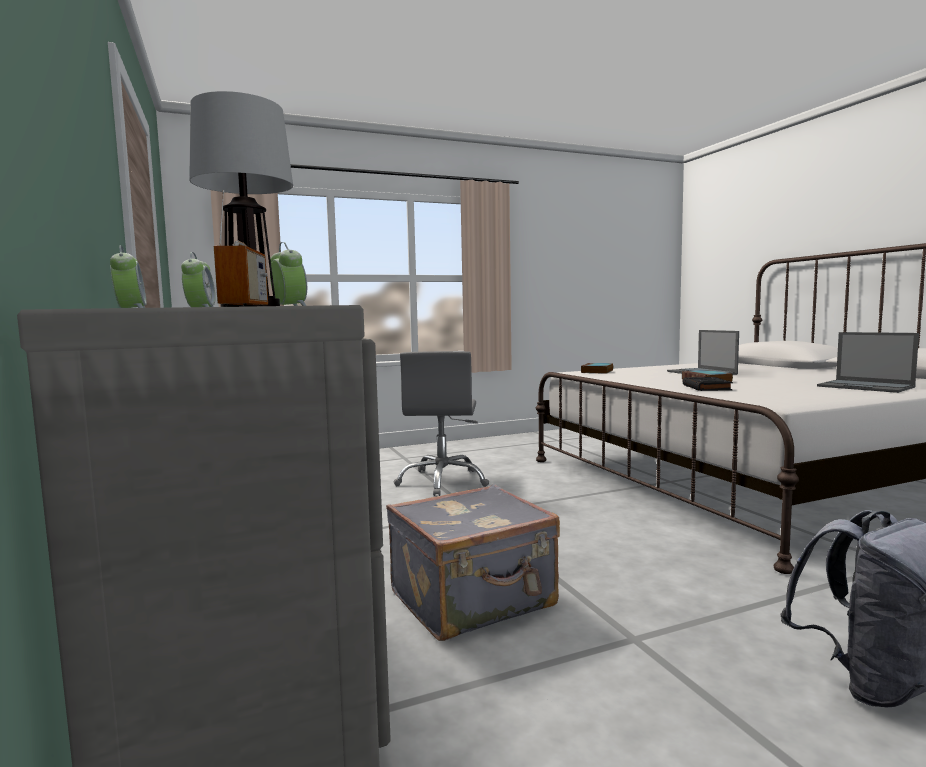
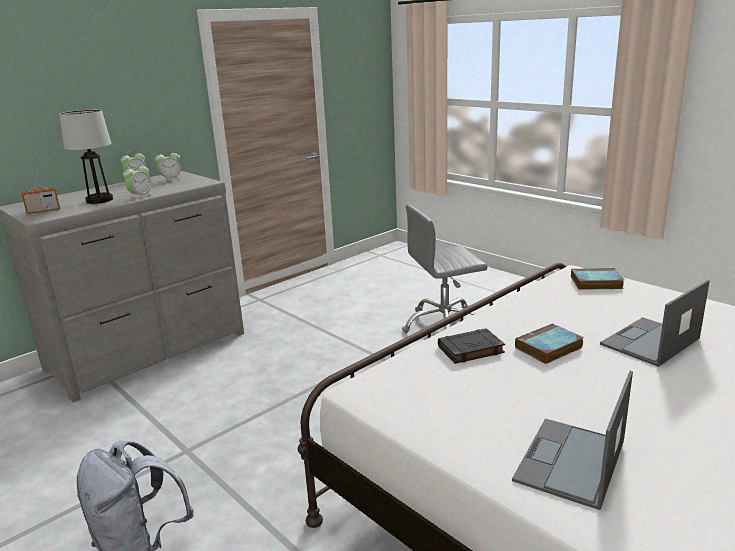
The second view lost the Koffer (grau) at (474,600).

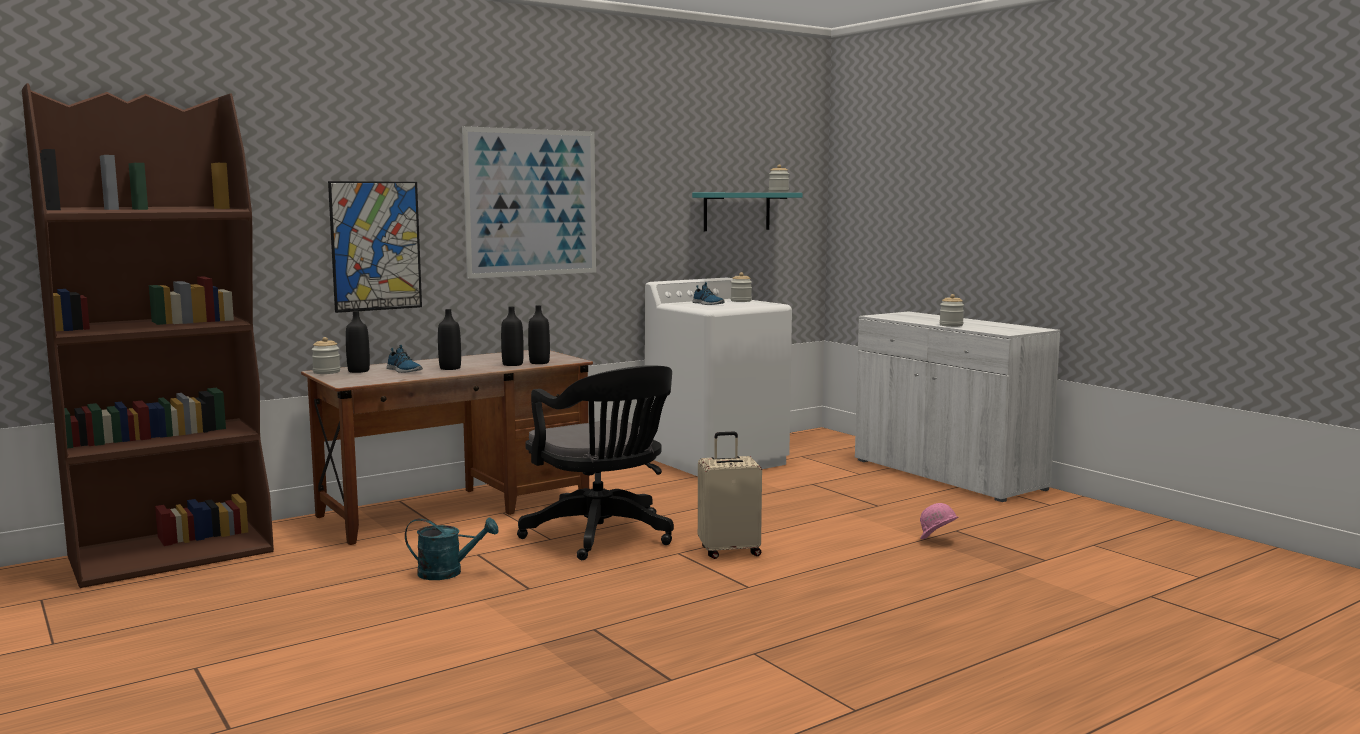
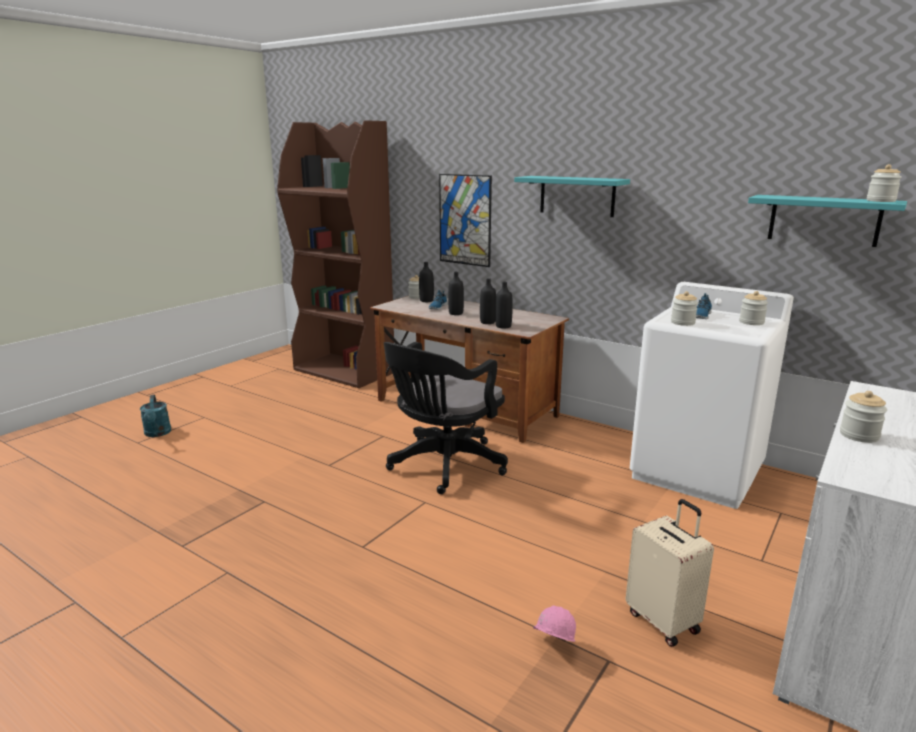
The Gießkanne (türkis) ended up elsewhere, having gone from (448,573) to (157,433).
Where the Bild hung at (531,203), the Wandregal (türkis) came to hang at (577,196).
The Koffer (beige) ended up elsewhere, having gone from (729,551) to (664,621).
The second view gained the Vorratsglas at (682,322).

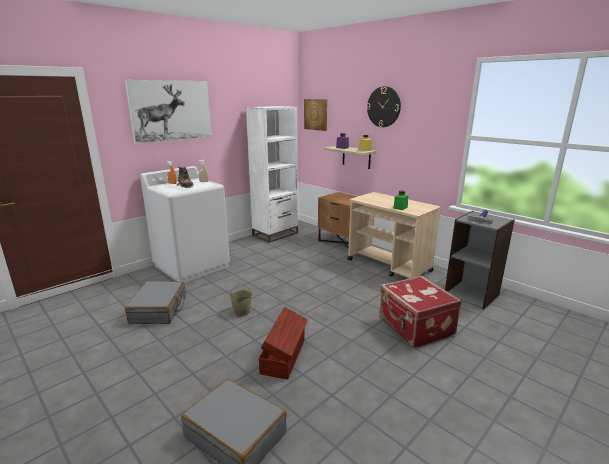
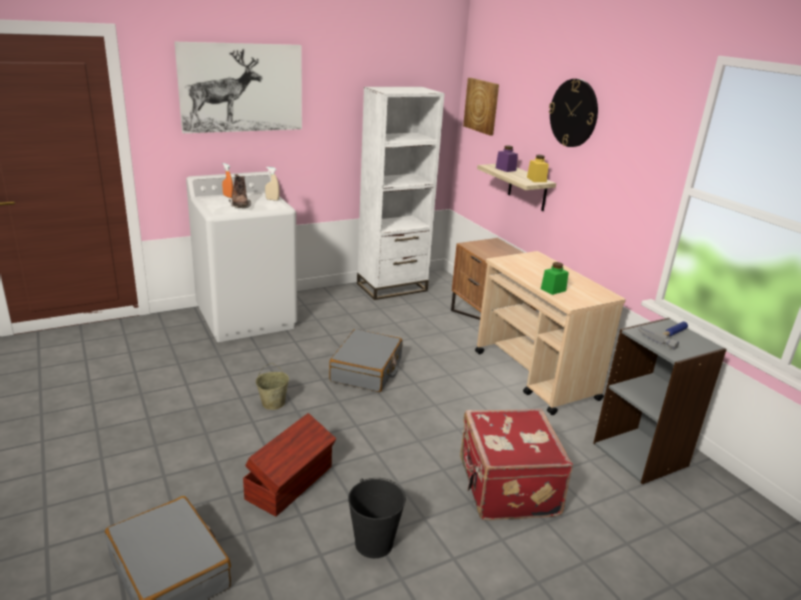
The Koffer (grau) ended up elsewhere, having gone from (159,310) to (367,370).
The second view gained the Eimer (schwarz) at (373,543).

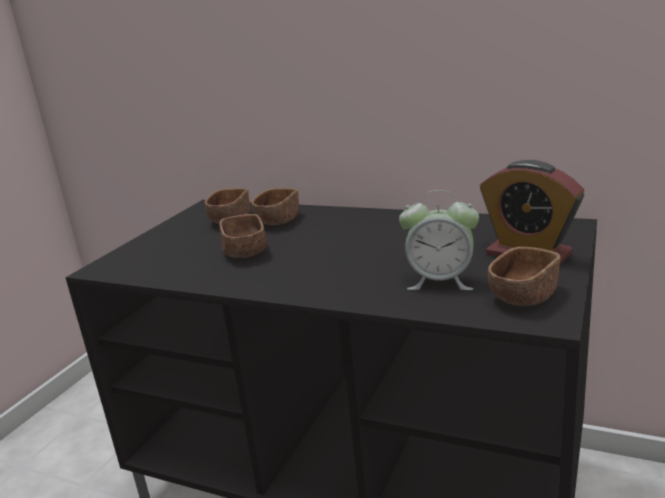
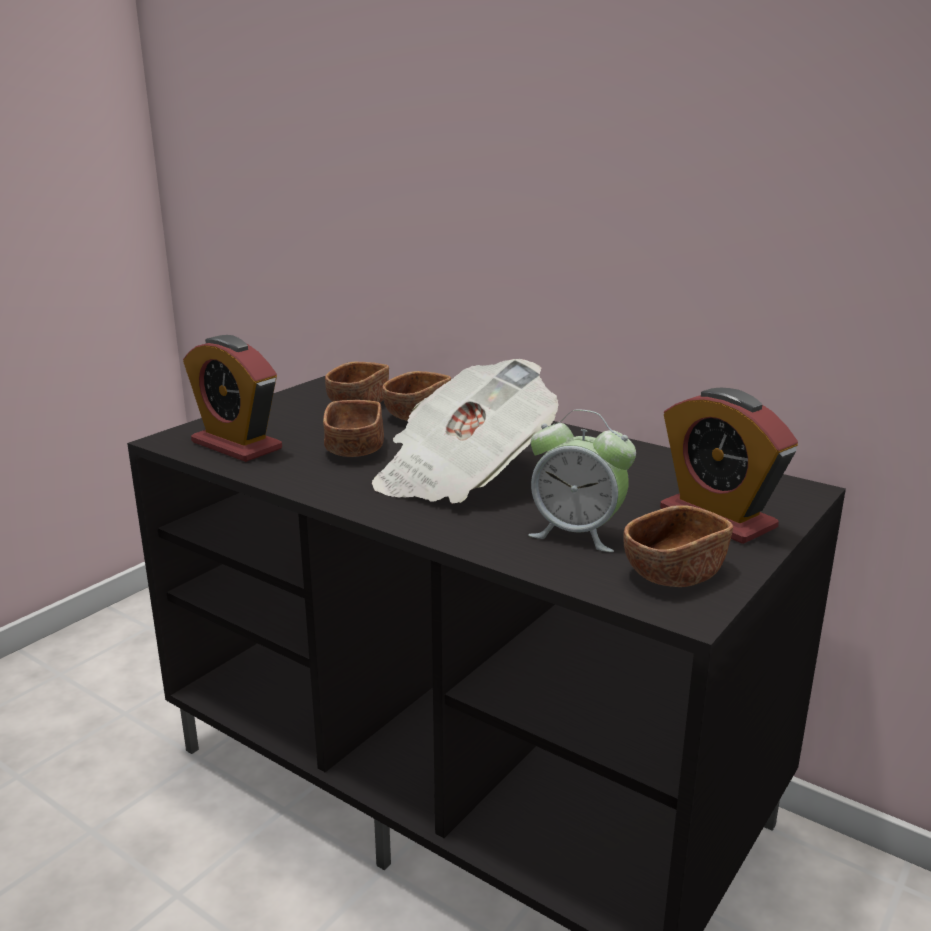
The second view gained the Wecker at (236,445).
The second view gained the Zeitung at (461,476).

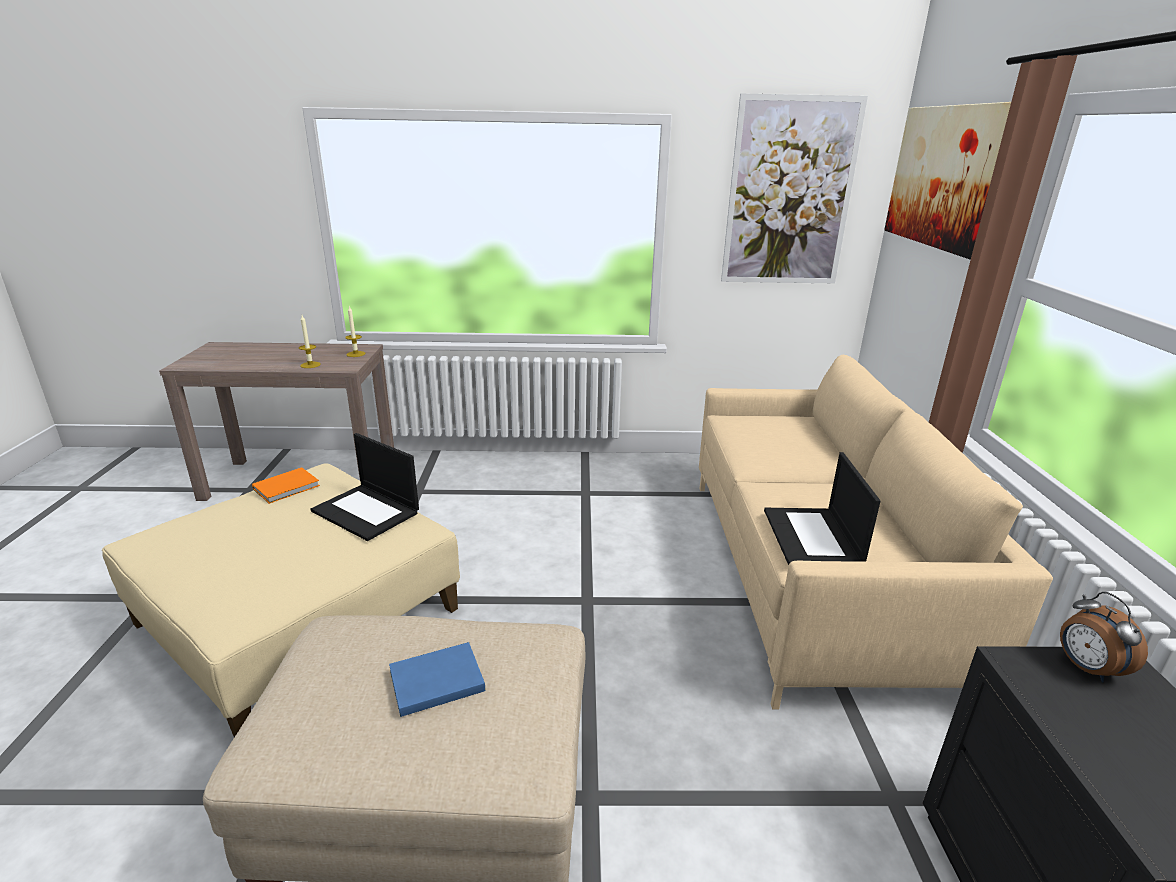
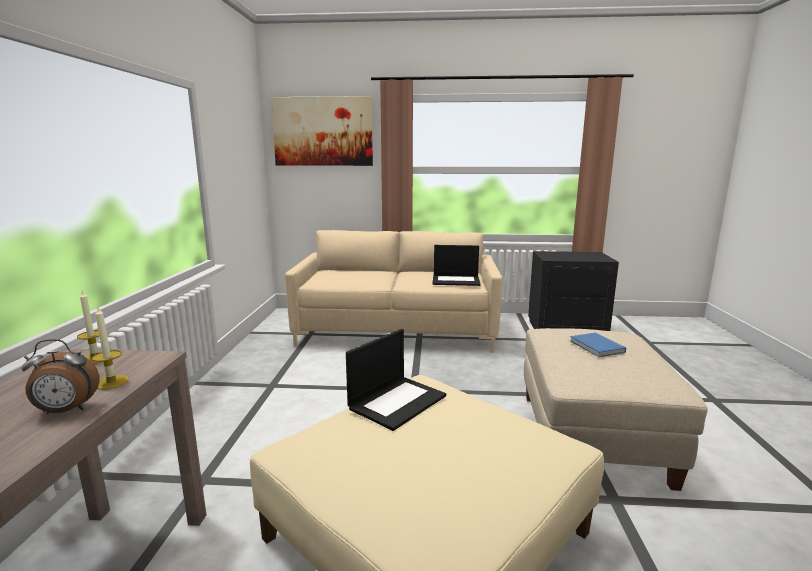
The second view lost the Buch (orange) at (288,487).
The second view lost the Bild at (789,193).
The Wecker ended up elsewhere, having gone from (1086,668) to (66,411).

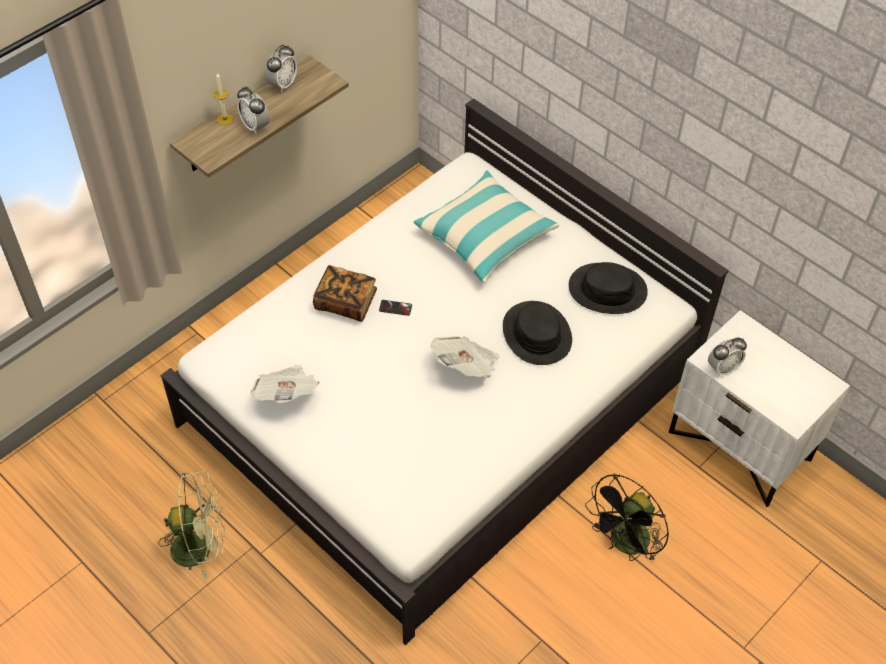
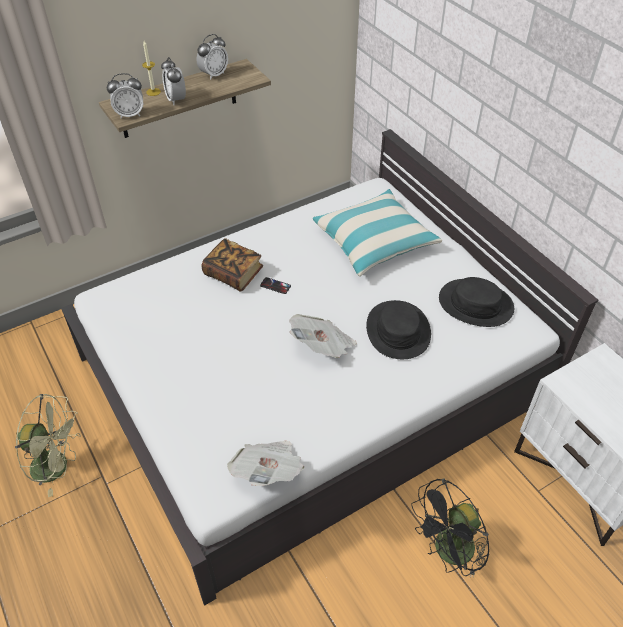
The Zeitung ended up elsewhere, having gone from (287,394) to (268,471).
The Wecker ended up elsewhere, having gone from (723,368) to (130,114).

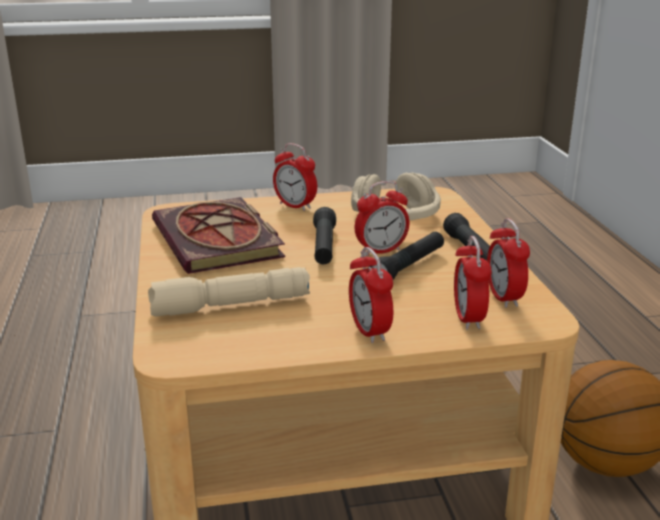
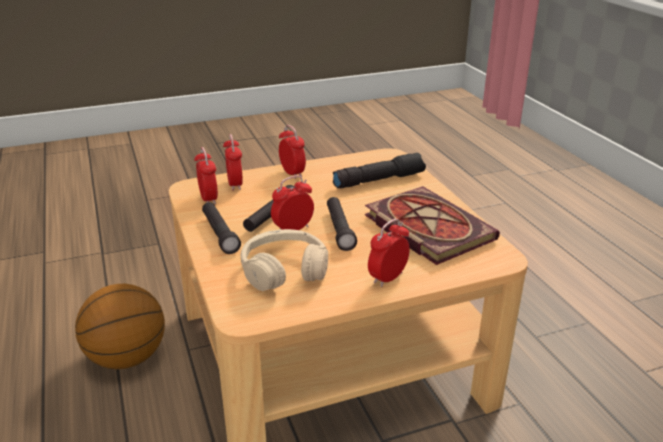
What was the Taschenlampe (beige) at (229,306) turned into the Taschenlampe (schwarz) at (379,180).
The Wecker at (295,206) ended up facing another way, 75 degrees counterclockwise from before.

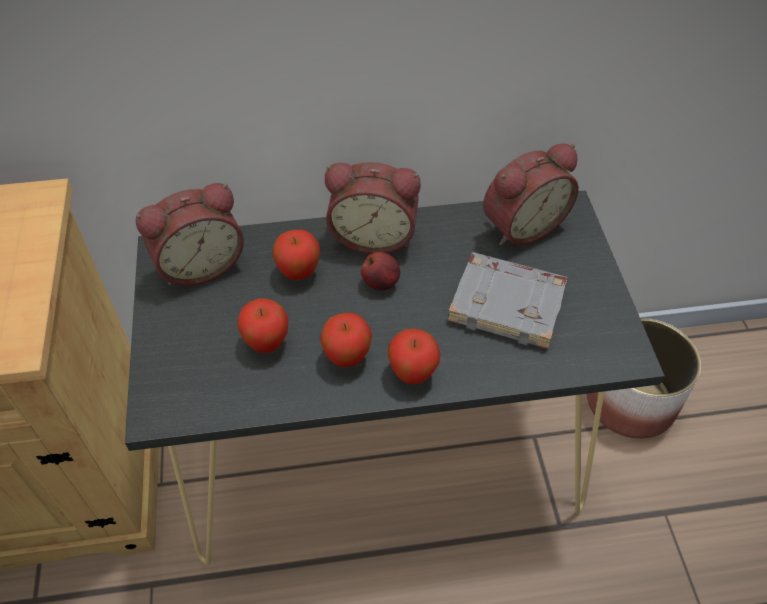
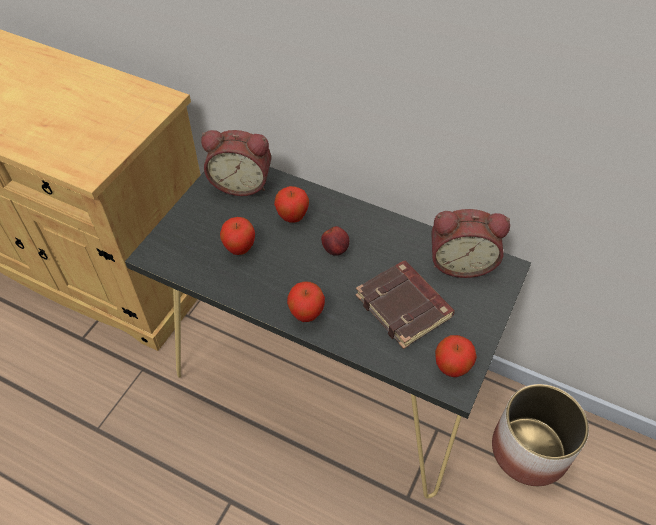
The Apfel ended up elsewhere, having gone from (347,357) to (451,368).
The second view lost the Wecker at (374,235).
What was the Buch (grau) at (508,304) turned into the Buch (braun) at (405,307).

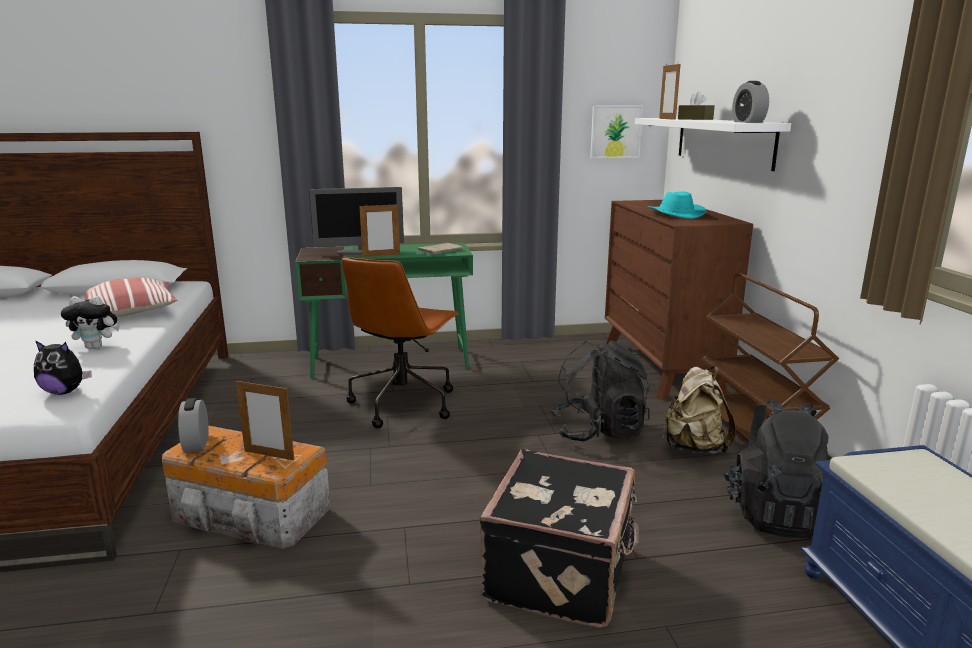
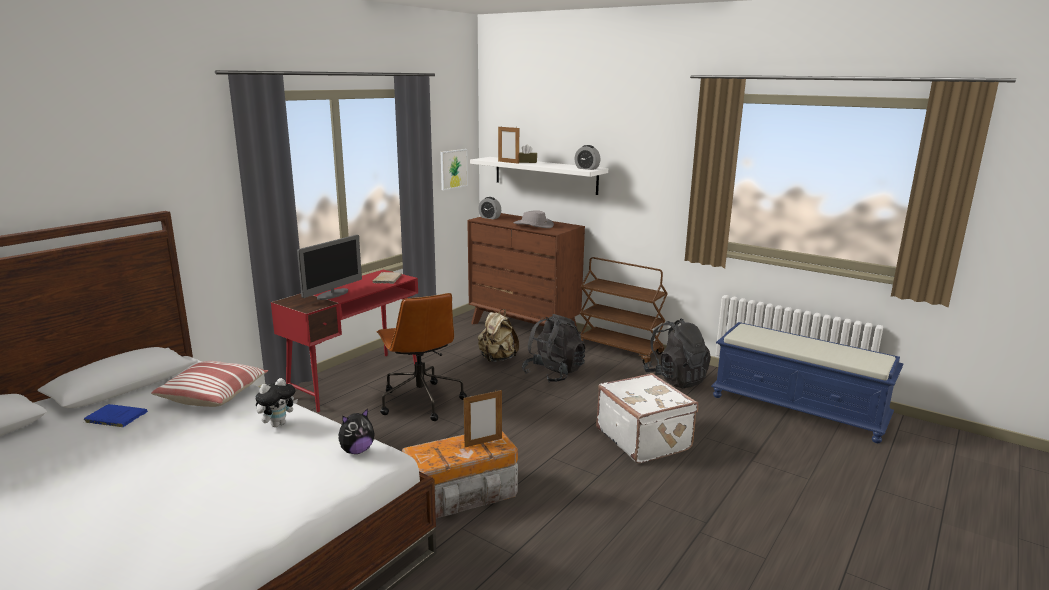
The Wecker ended up elsewhere, having gone from (196,444) to (489,218).
What was the Schreibtisch (grün) at (391,363) turned into the Schreibtisch (rot) at (355,380).
The second view lost the Bilderrahmen at (381,255).
What was the Koffer (schwarz) at (562,572) turned into the Koffer (weiß) at (644,439).
What was the Hut (türkis) at (674,214) turned into the Hut (grau) at (533,225).
The Rucksack (beige) ended up elsewhere, having gone from (693,447) to (497,359).
The second view gained the Buch (blau) at (115,417).

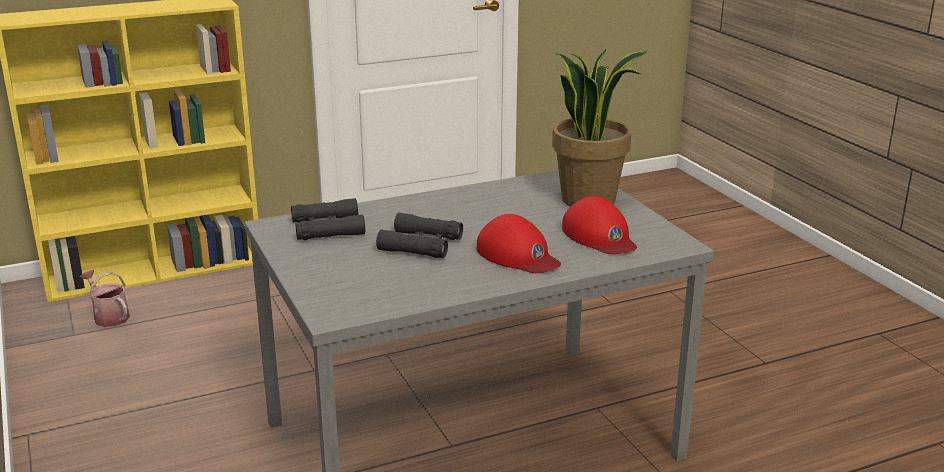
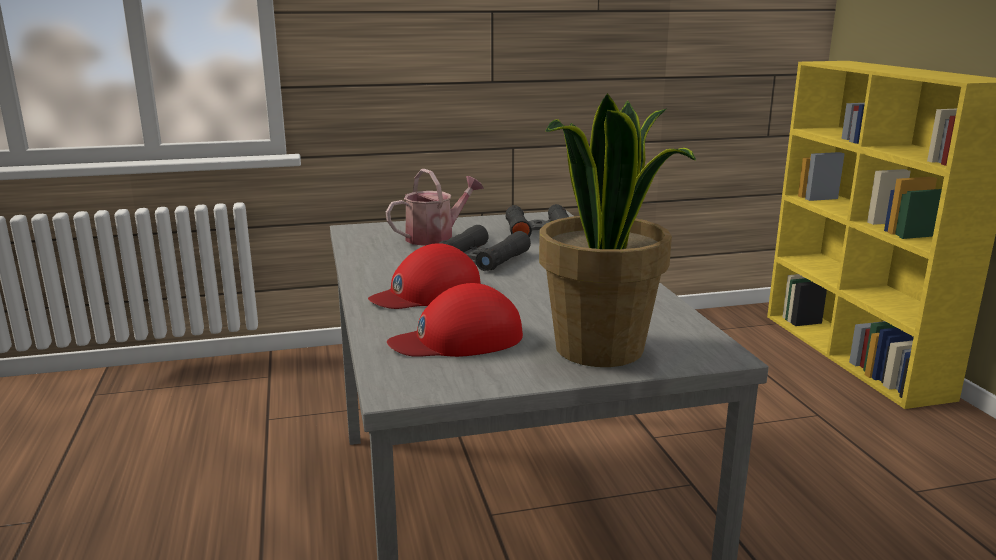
The Gießkanne ended up elsewhere, having gone from (109,316) to (435,237).

